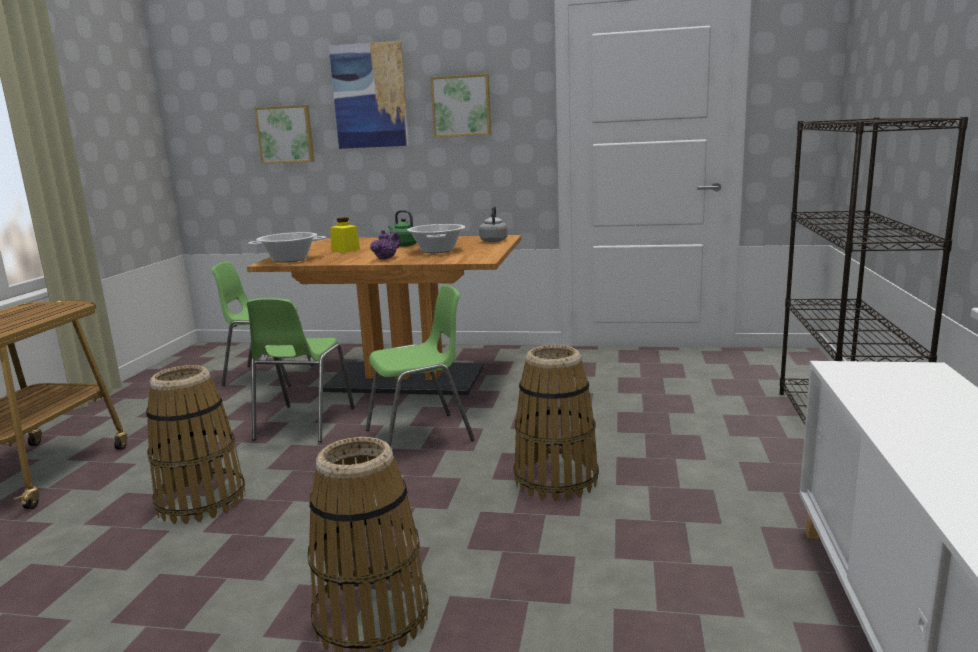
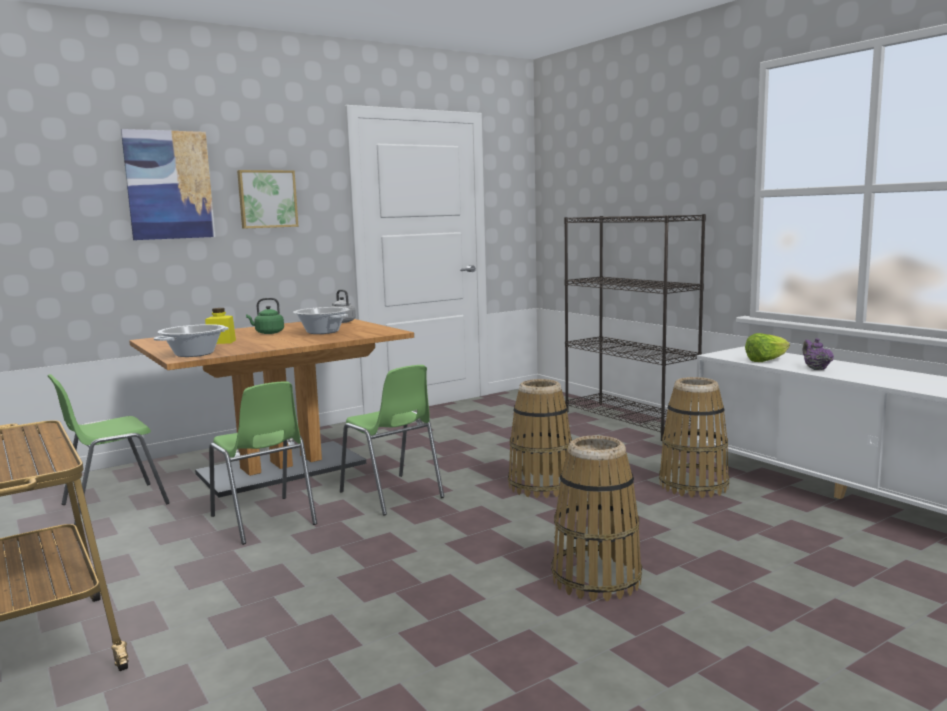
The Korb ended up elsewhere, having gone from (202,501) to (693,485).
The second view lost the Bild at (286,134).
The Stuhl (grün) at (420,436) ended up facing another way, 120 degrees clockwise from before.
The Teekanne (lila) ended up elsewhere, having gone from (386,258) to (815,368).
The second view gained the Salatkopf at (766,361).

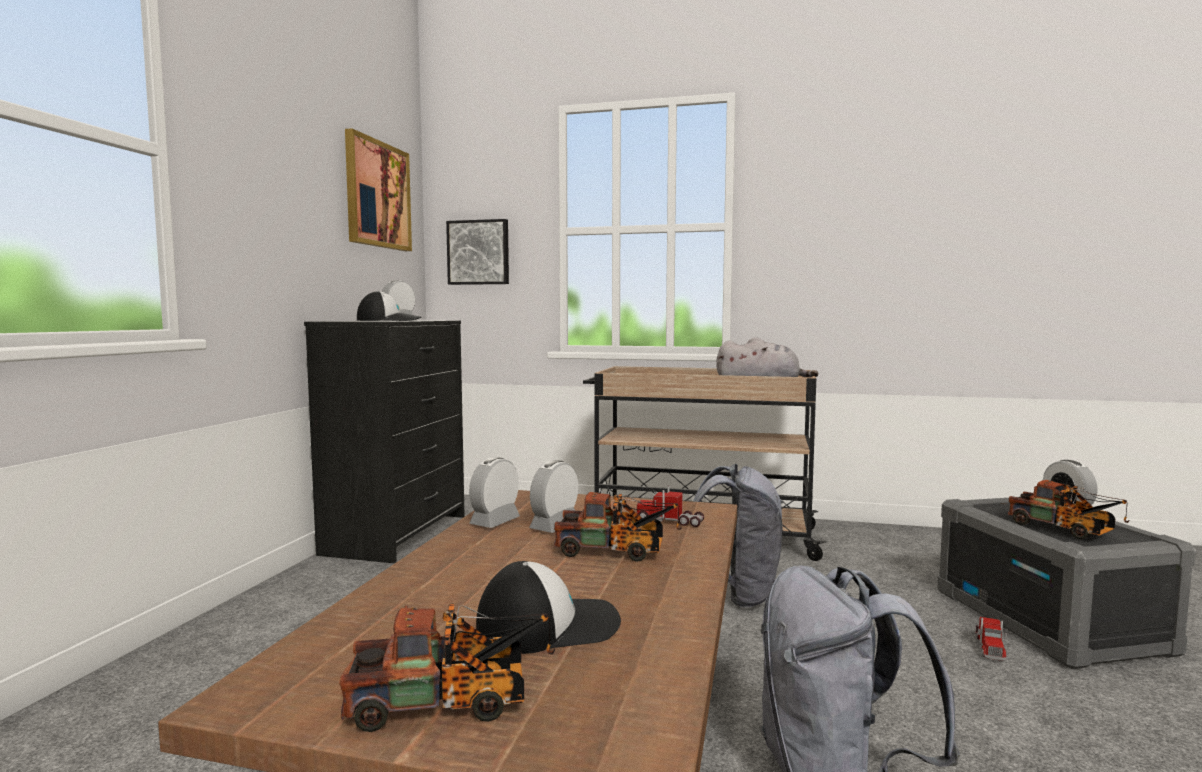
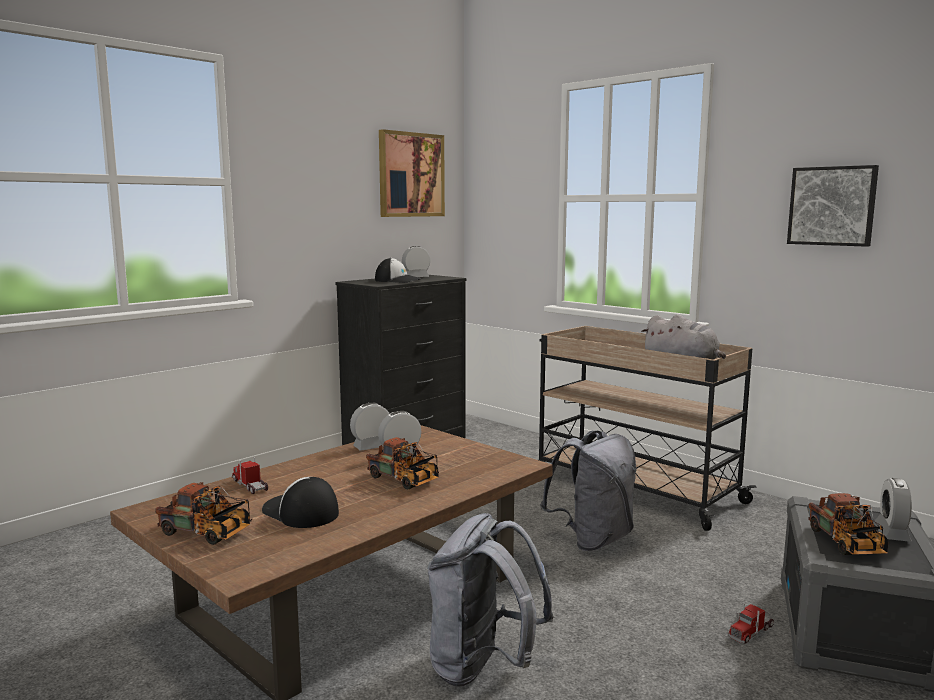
The Bild ended up elsewhere, having gone from (479,252) to (832,206).
The Kappe at (548,625) ended up facing another way, 150 degrees counterclockwise from before.
The Spielzeuglaster ended up elsewhere, having gone from (670,521) to (250,485).

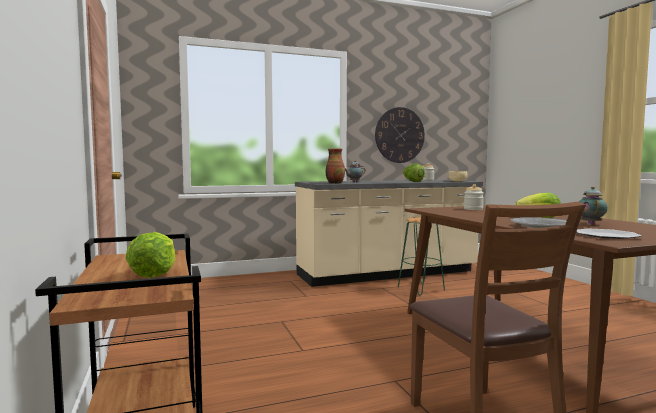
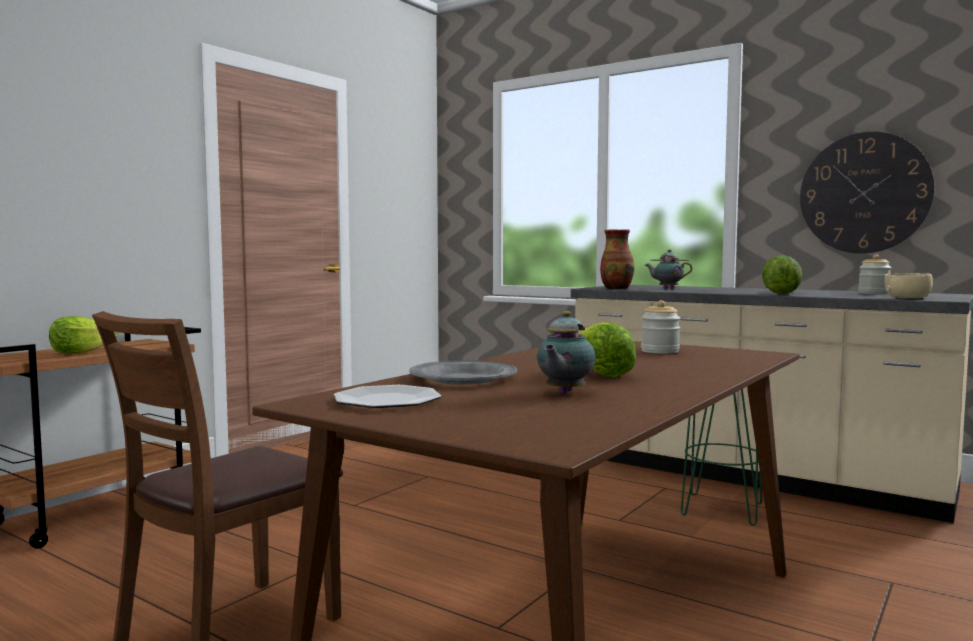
The Teekanne at (590,223) ended up facing another way, 135 degrees clockwise from before.

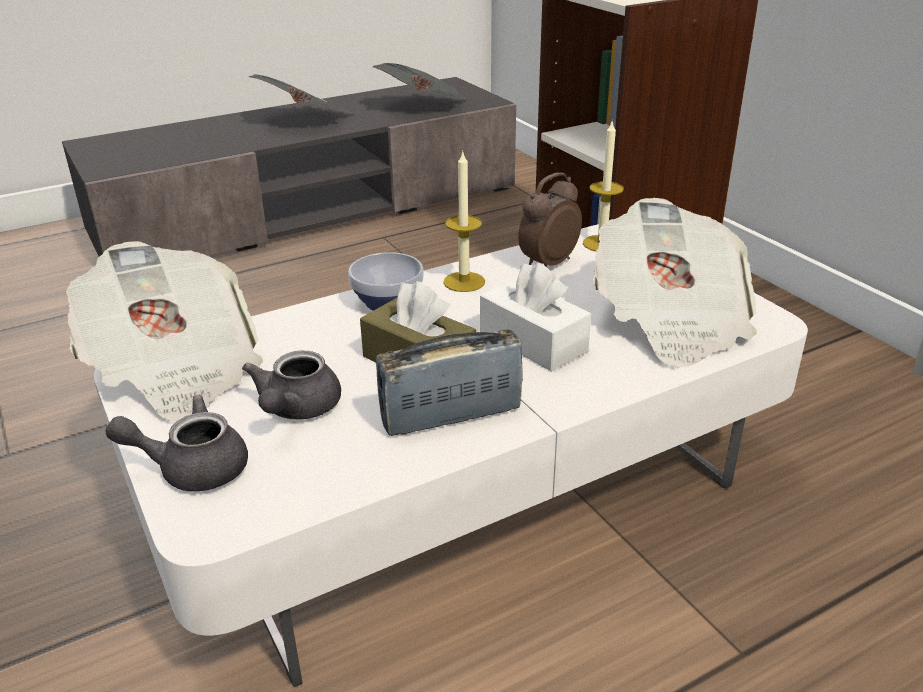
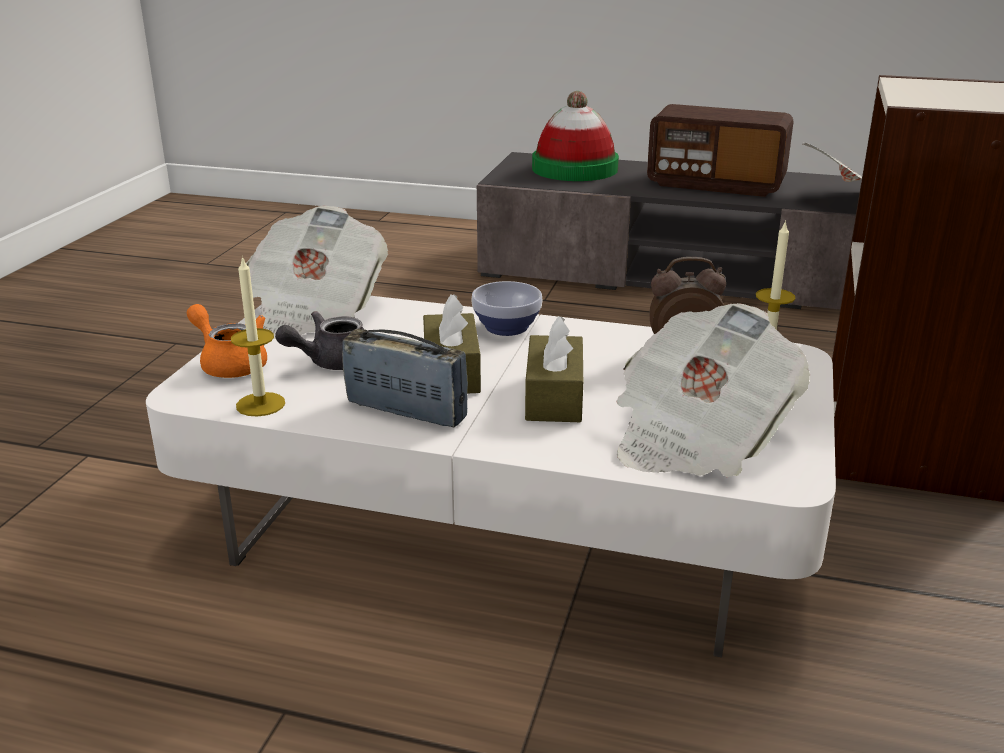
What was the Teekanne (grau) at (192,468) turned into the Teekanne (orange) at (230,363).
Where the Zeitung stood at (306,121), the Radio came to stand at (716,184).
The Kerze ended up elsewhere, having gone from (464,282) to (260,404).
What was the Taschentuchbox (weiß) at (533,342) turned into the Taschentuchbox (braun) at (554,397).
The second view gained the Hut at (574,169).

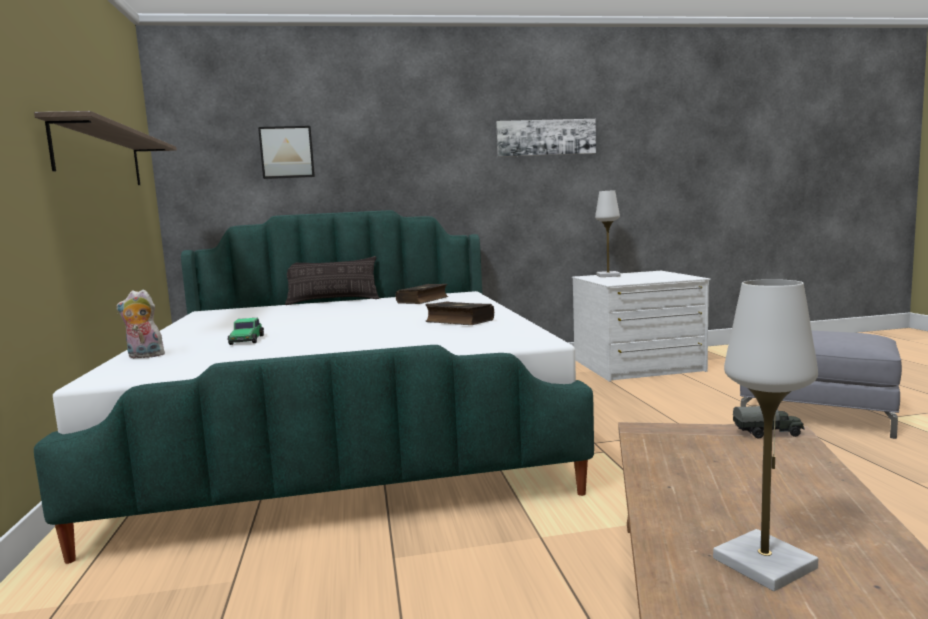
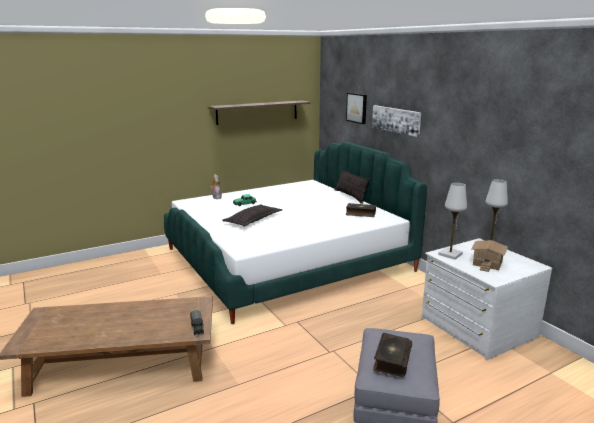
The Buch ended up elsewhere, having gone from (458,321) to (391,360).
The Bild ended up elsewhere, having gone from (546,137) to (396,120).
The Tischlampe (weiß) ended up elsewhere, having gone from (764,563) to (450,254).
The second view gained the Kissen at (253,220).
The second view gained the Spielzeughaus at (488,263).

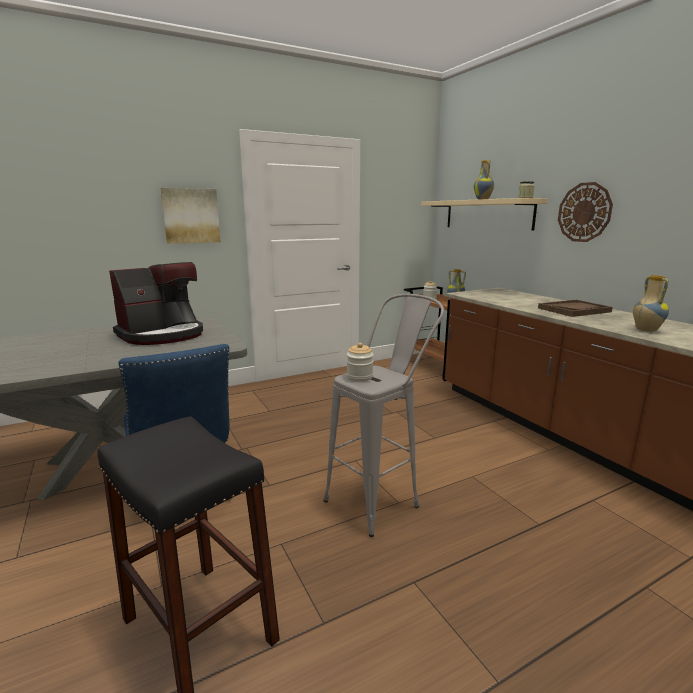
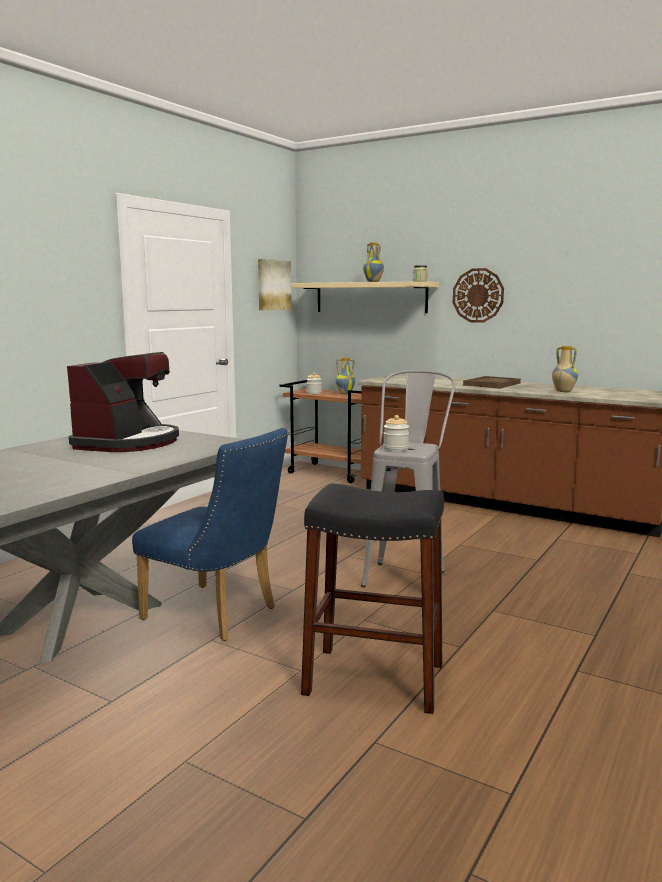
The Bild ended up elsewhere, having gone from (191,216) to (273,285).

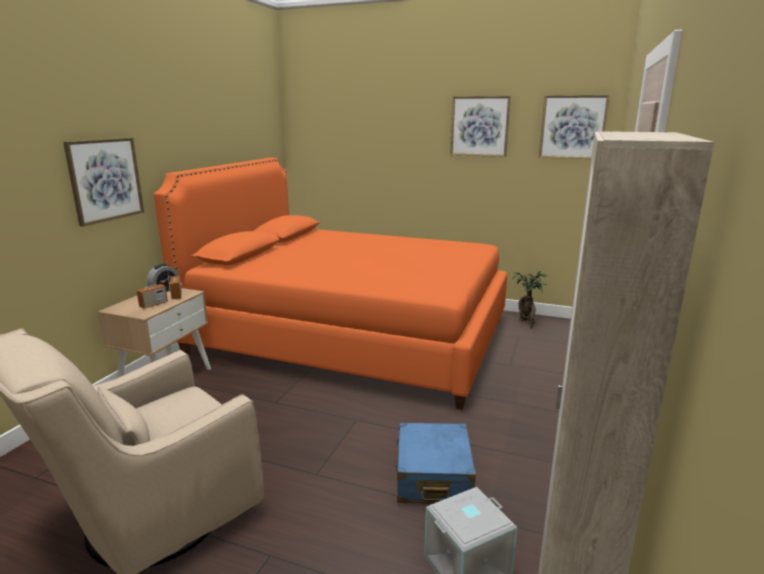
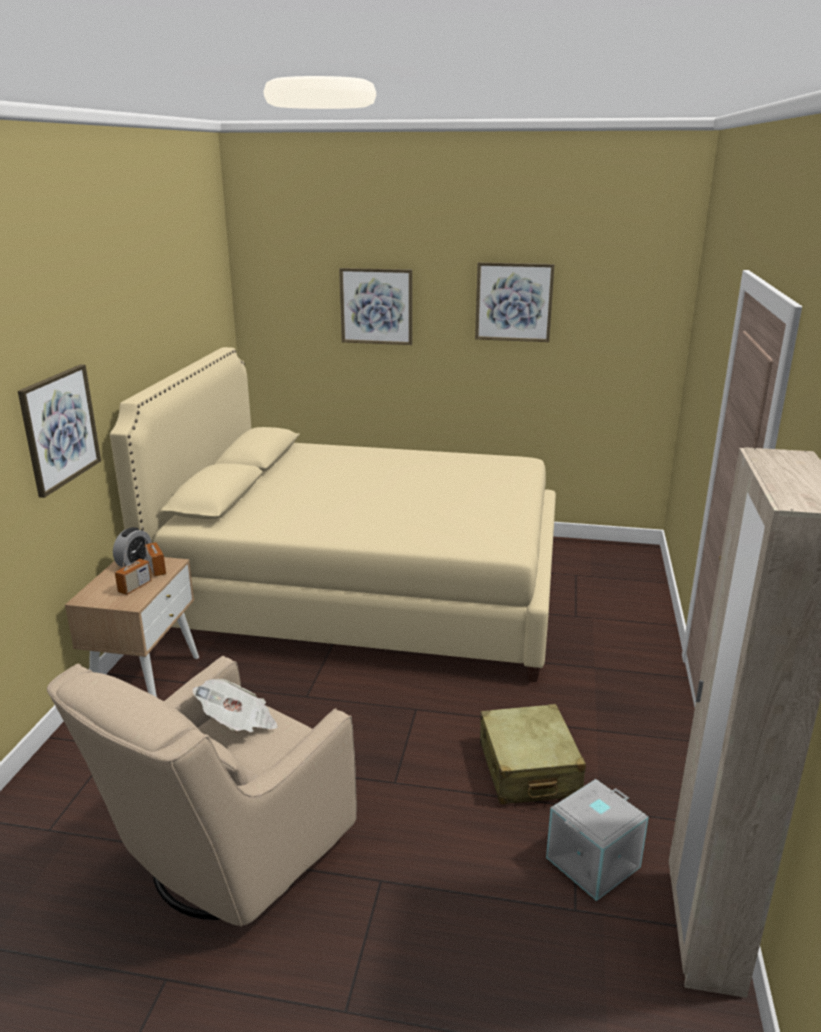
What was the Bett (orange) at (352,336) turned into the Bett (beige) at (367,591).
What was the Koffer (blau) at (433,476) turned into the Koffer (beige) at (528,769).
The second view lost the Topfpflanze at (527,322).
The Bild ended up elsewhere, having gone from (572,127) to (376,306).
The second view gained the Zeitung at (239,723).

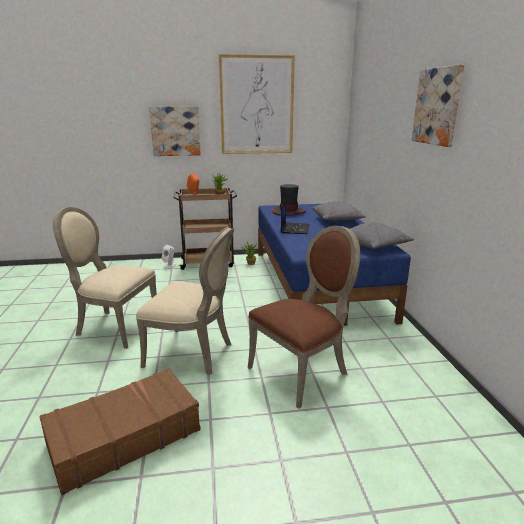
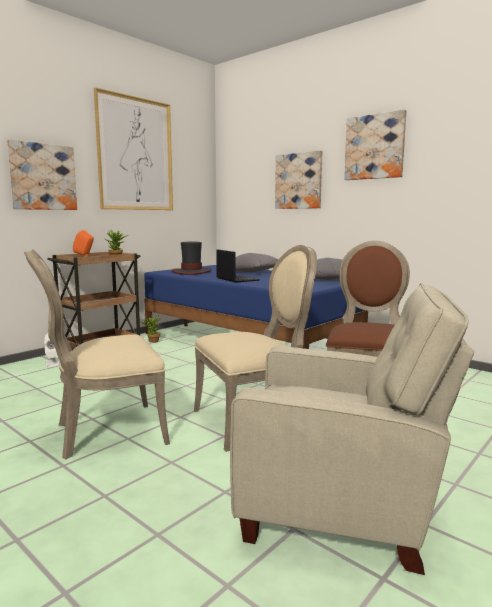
Where the Koffer (braun) stood at (124,437), the Sessel (beige) came to stand at (341,508).
The second view gained the Bild at (299,181).

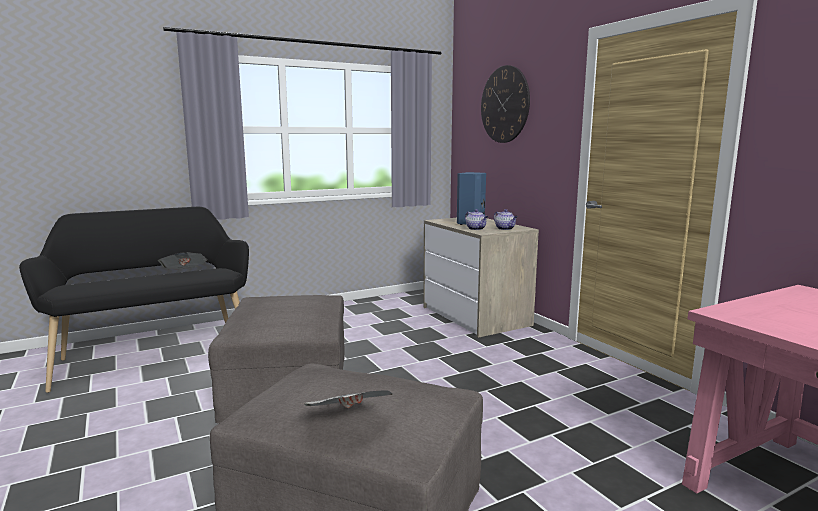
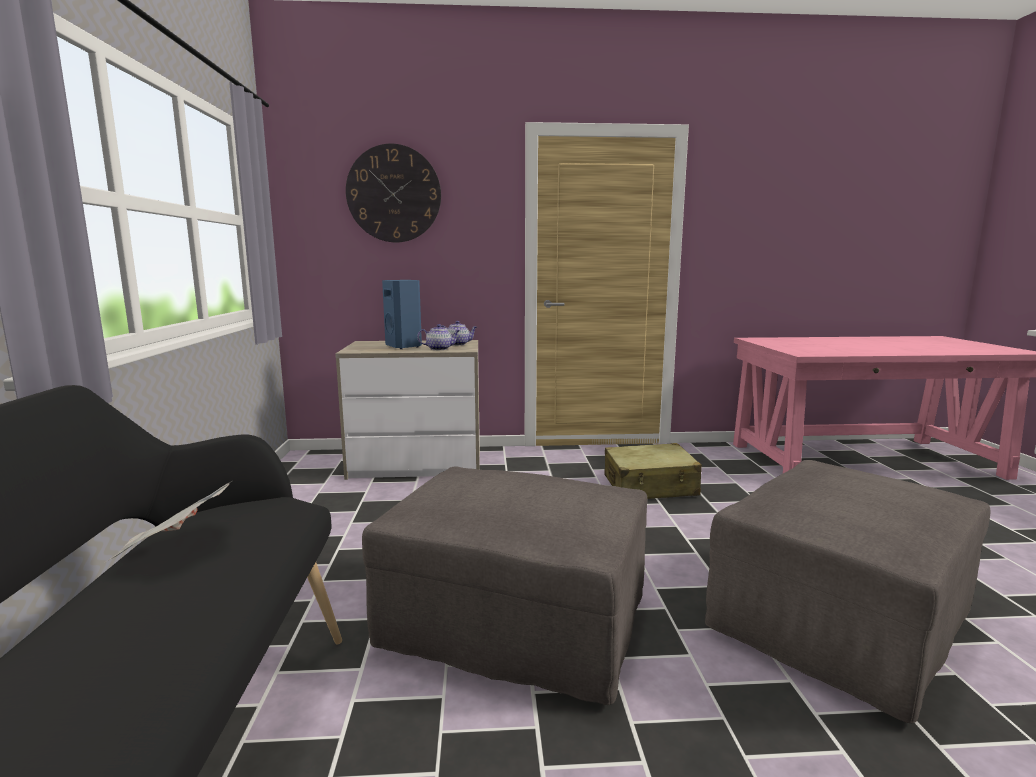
The second view lost the Zeitung at (348,421).
The second view gained the Koffer (beige) at (650,486).

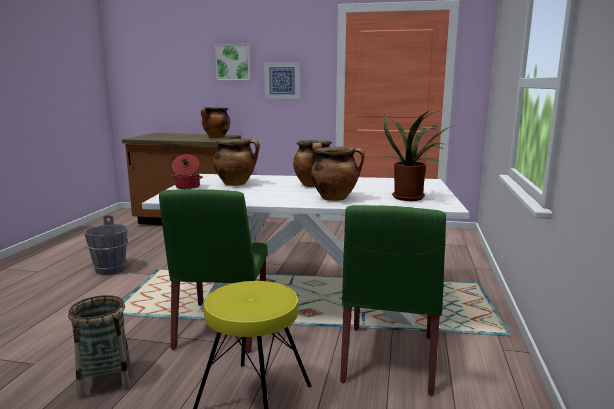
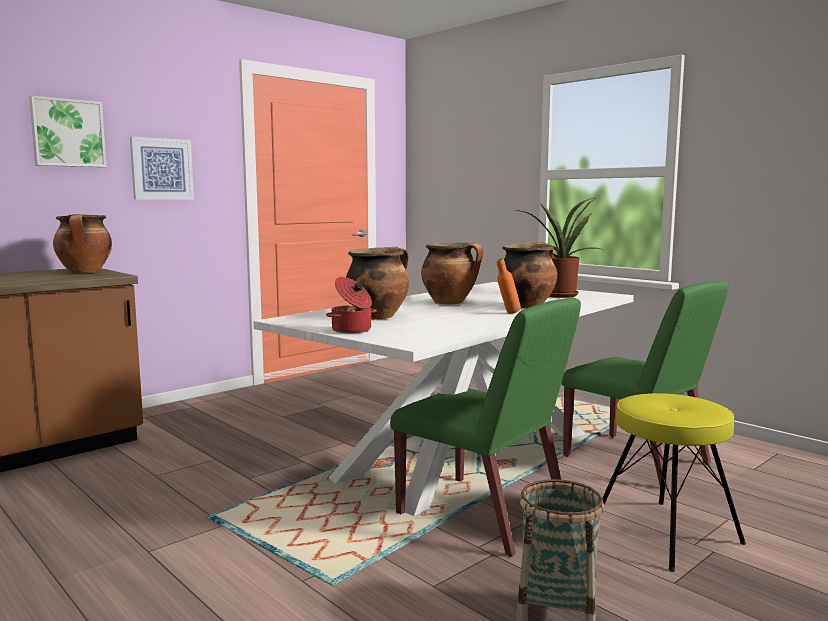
The second view lost the Eimer (grau) at (110,269).
The second view gained the Flasche (orange) at (507,313).

